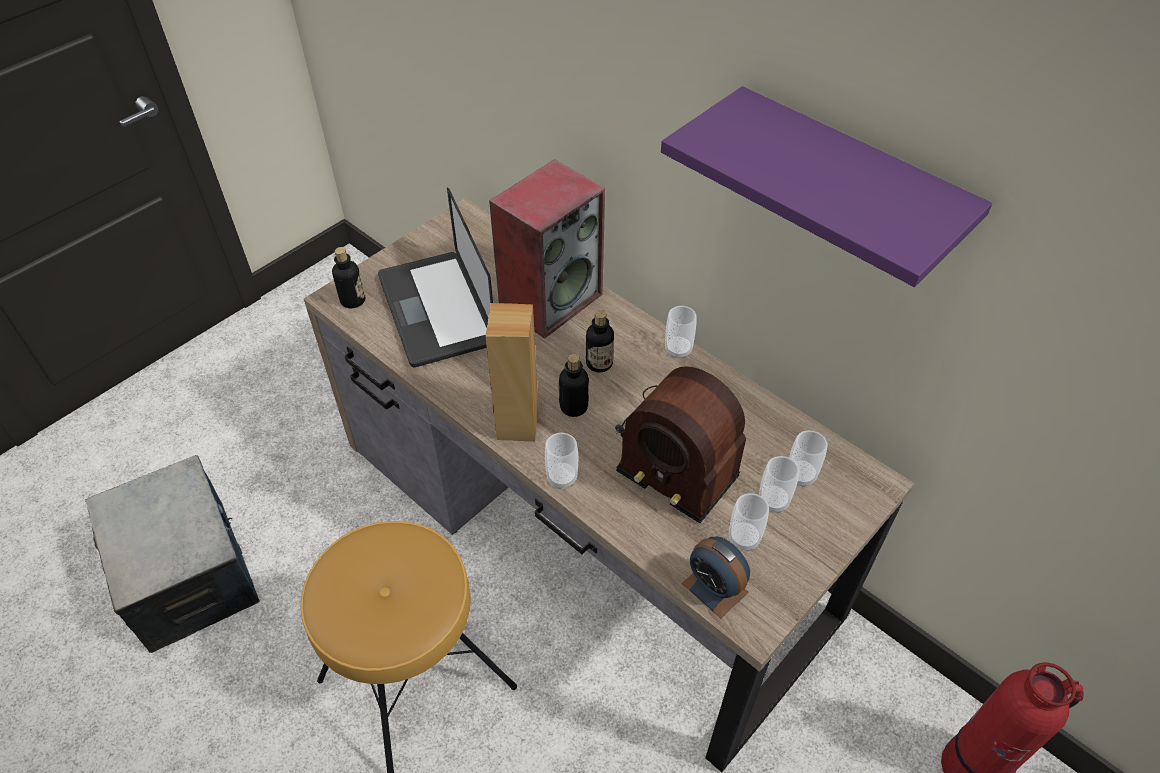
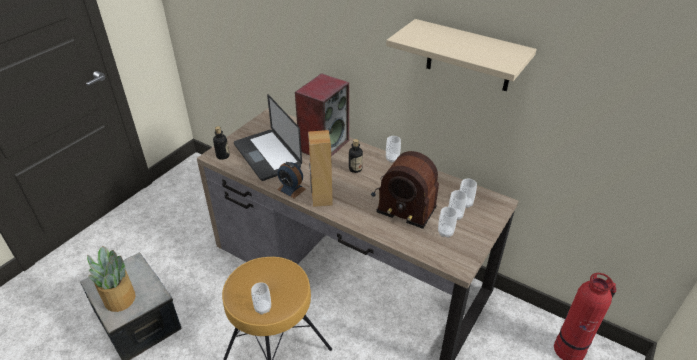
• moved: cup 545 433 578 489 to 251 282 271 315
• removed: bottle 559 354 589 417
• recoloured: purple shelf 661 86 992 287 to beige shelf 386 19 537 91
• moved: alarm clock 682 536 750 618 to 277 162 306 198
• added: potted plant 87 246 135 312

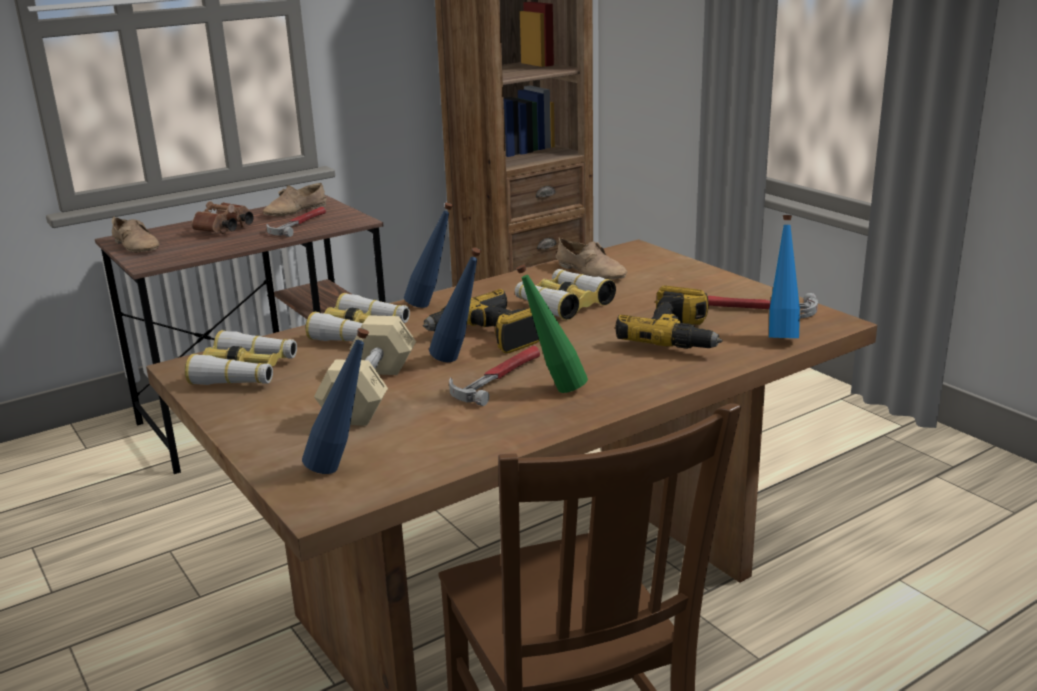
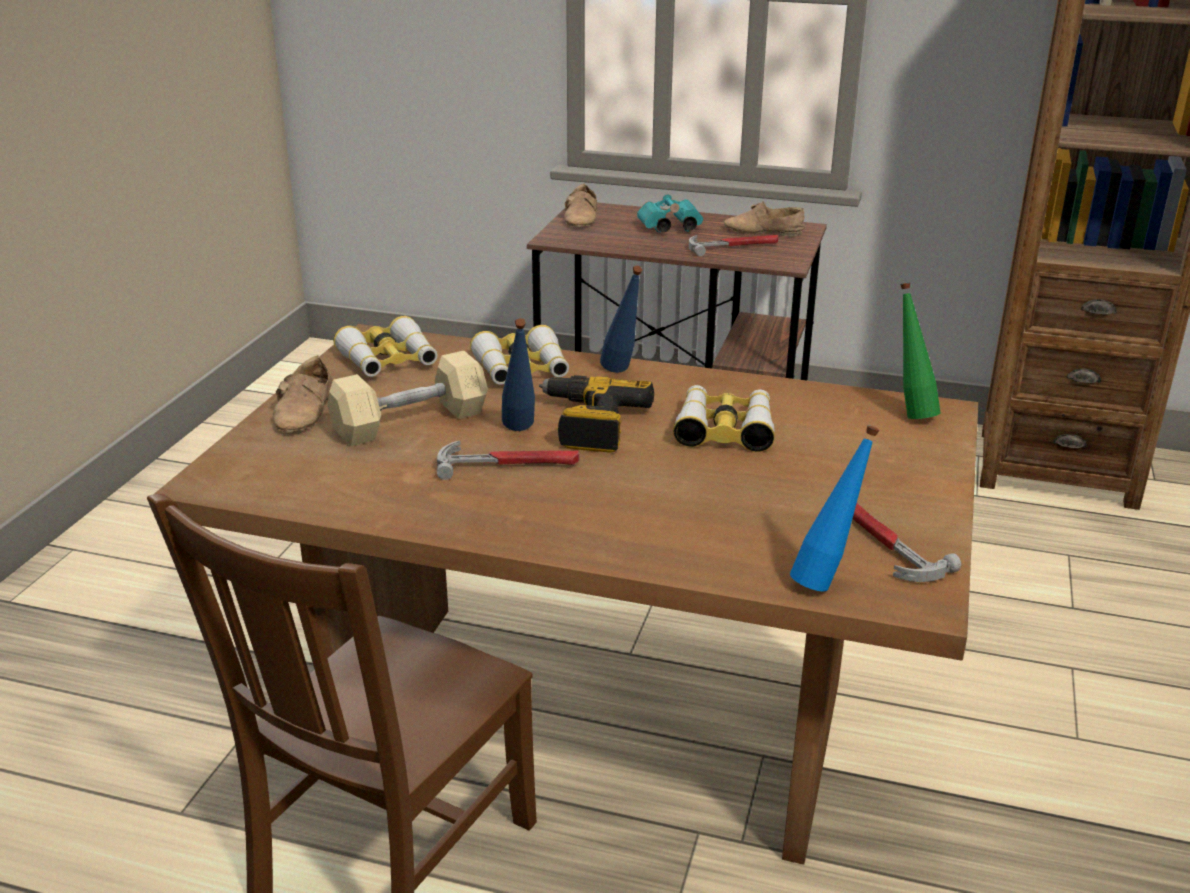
• recoloured: brown binoculars 191 201 254 234 to turquoise binoculars 637 194 703 232
• removed: blue bottle 302 328 369 474
• moved: green bottle 516 264 588 393 to 900 282 941 419
• moved: beige shoe 555 237 627 280 to 273 355 333 432
• removed: power drill 615 286 723 349

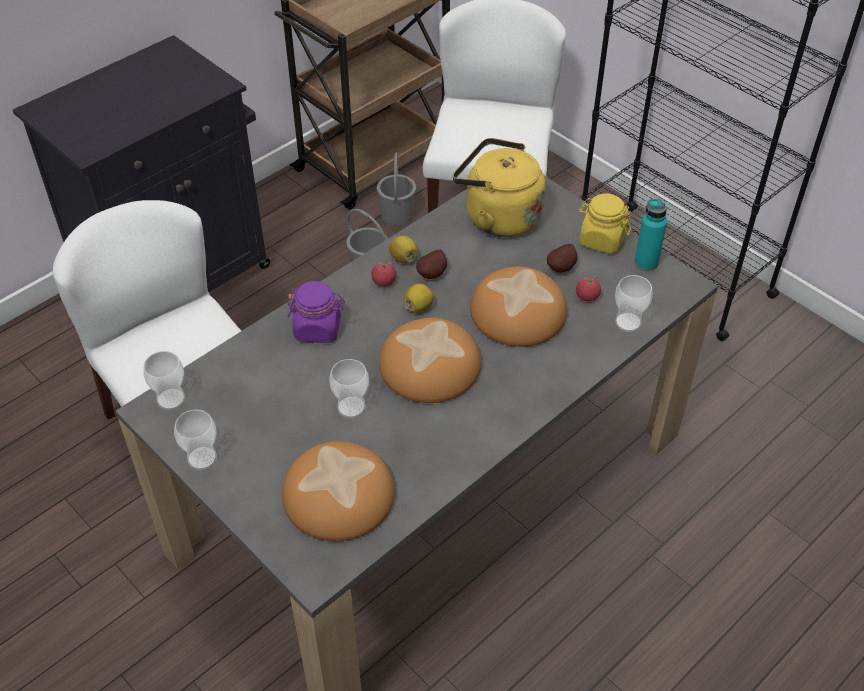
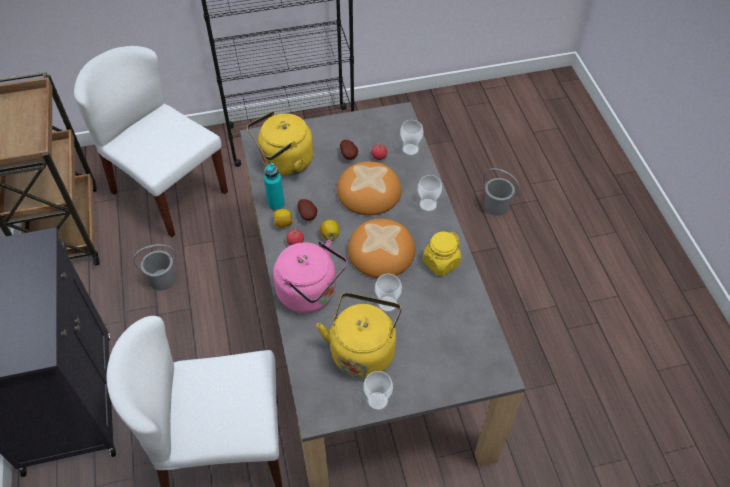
• moved: cup 143 351 185 410 to 418 175 442 212
• removed: bread 282 441 394 541
• replaced: purple jar 288 281 345 343 to pink kettle 273 240 347 313
• moved: grey bucket 377 153 416 226 to 483 168 520 216
• moved: yellow jar 579 193 631 254 to 423 231 461 276
• moved: turquoise bottle 634 199 667 271 to 264 163 285 211
• added: yellow kettle 316 293 402 378

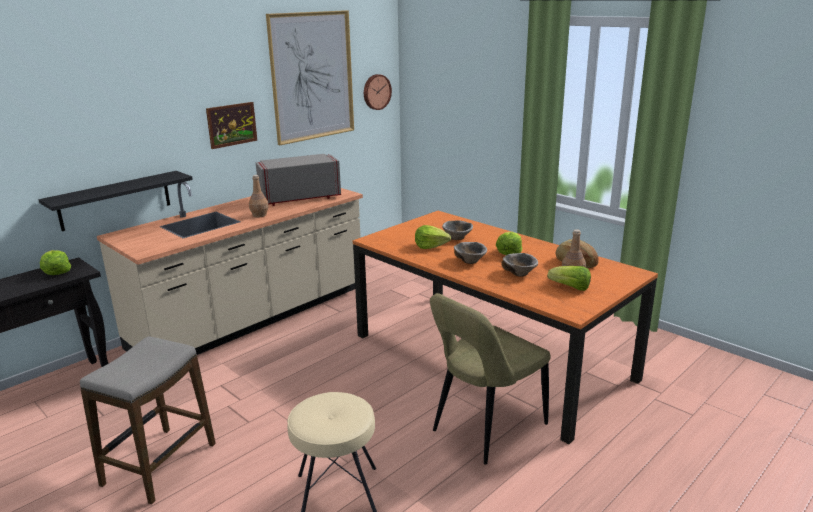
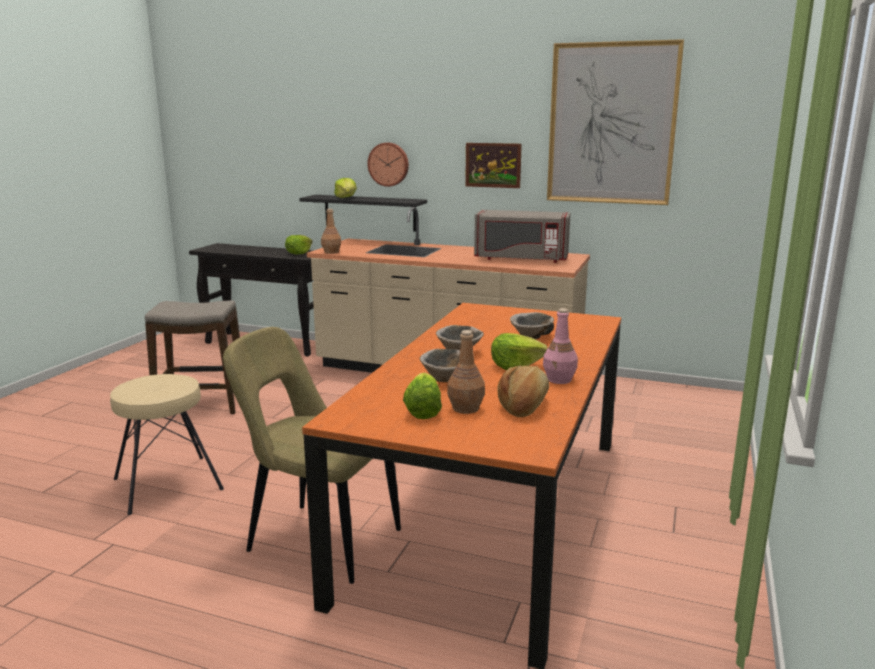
• moved: brown bottle 249 175 269 217 to 321 209 341 254
• turned: grey microwave 256 154 341 206 = 474 210 571 263 150 degrees clockwise
• moved: wall clock 364 74 392 110 to 367 143 409 187
• moved: lettuce 415 225 451 249 to 334 178 357 198
• added: pink bottle 543 308 578 384

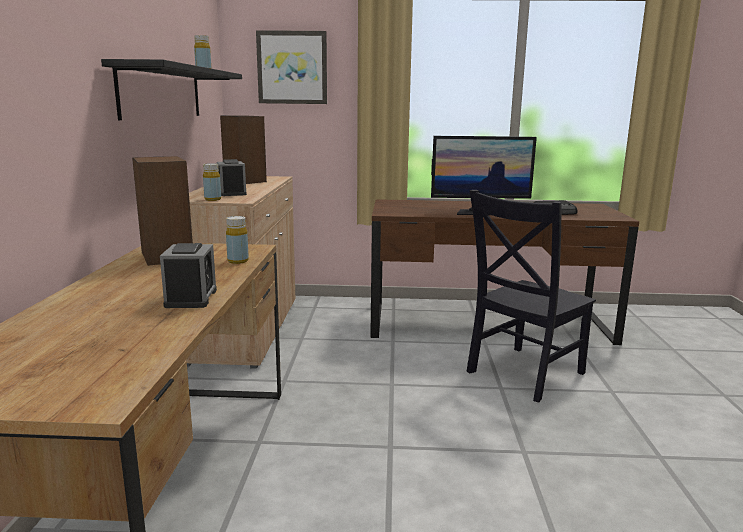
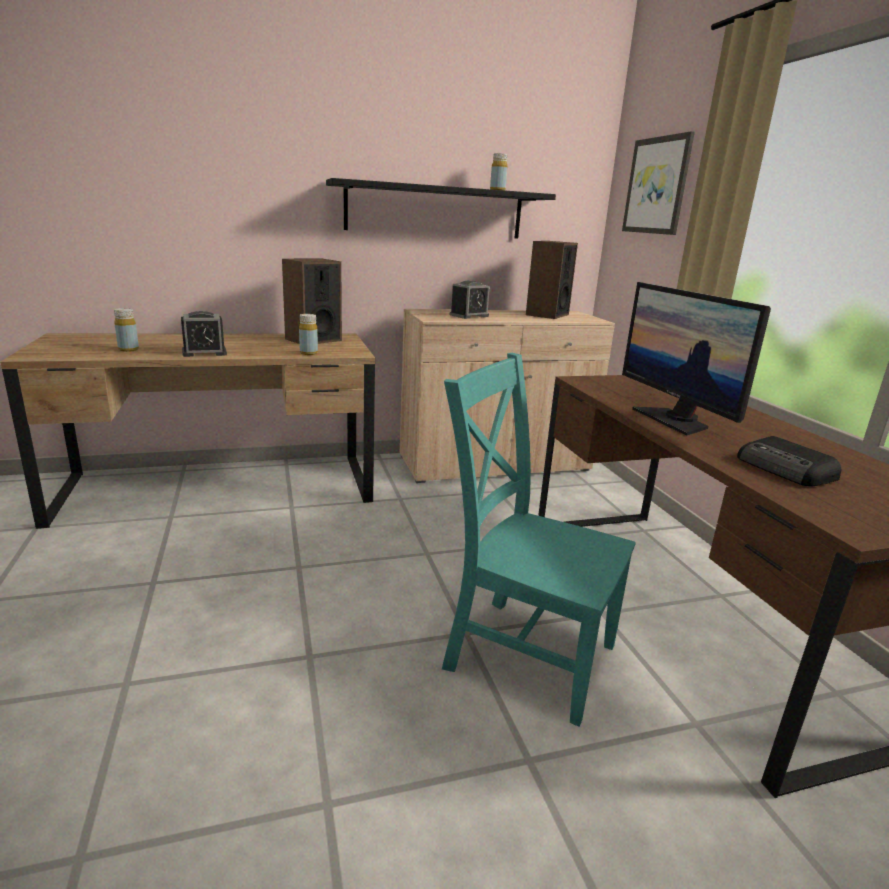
• moved: yellow bottle 203 163 221 201 to 114 308 139 352
• recoloured: black chair 467 190 596 402 to turquoise chair 442 353 636 727

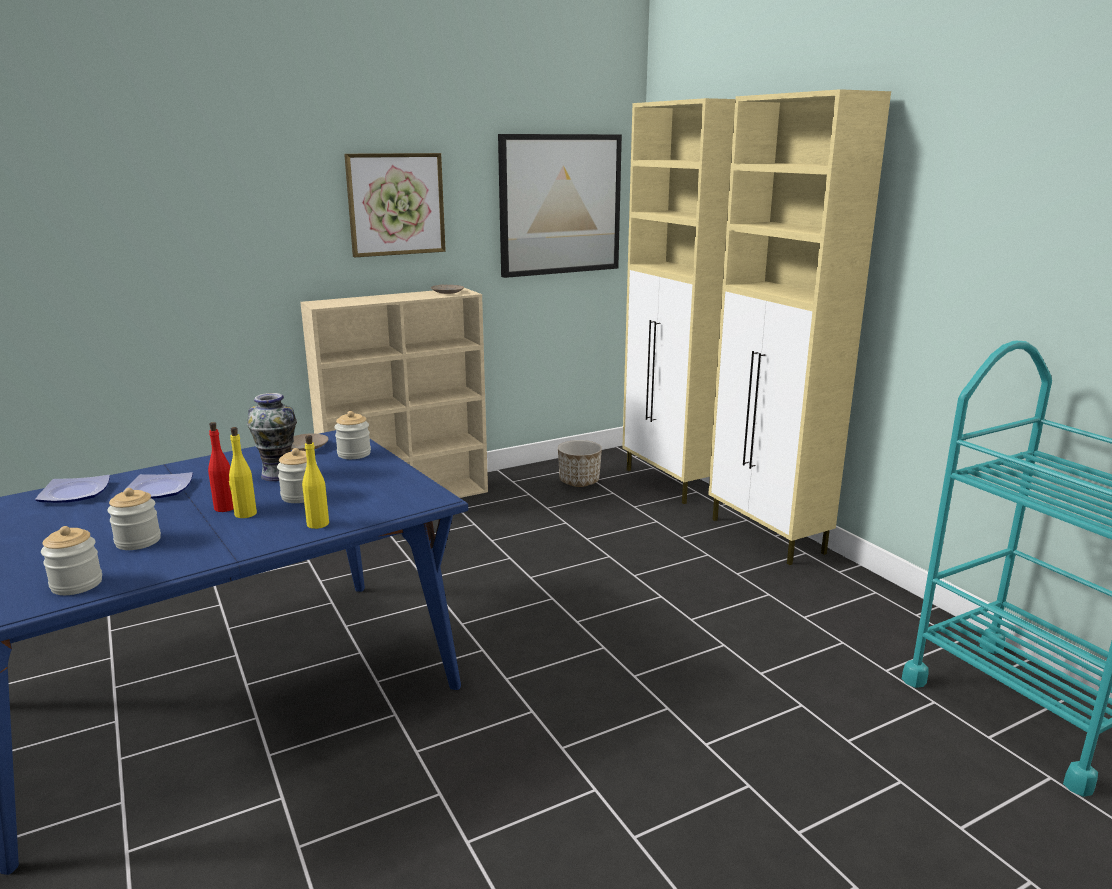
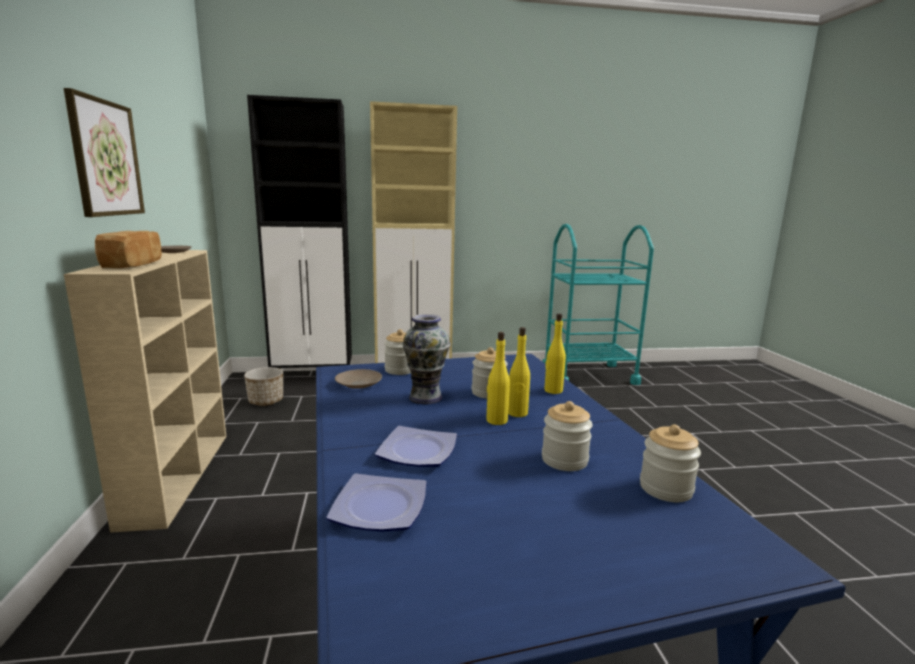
• recoloured: red bottle 208 422 234 512 to yellow bottle 486 332 510 425
• removed: picture 498 134 622 278
• recoloured: beige cabinet 622 98 735 504 to black cabinet 247 95 352 369
• added: bread 95 231 162 268

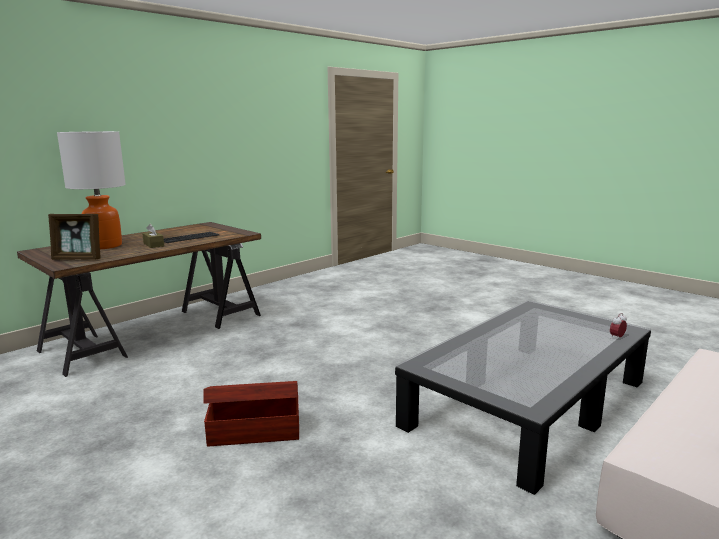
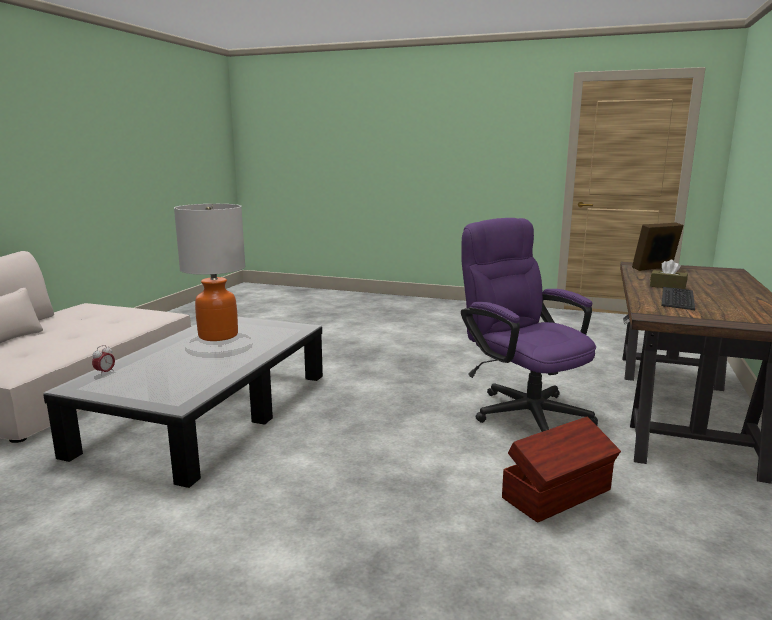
• moved: table lamp 57 131 126 249 to 174 204 245 341
• moved: brown storage box 203 381 299 447 to 502 417 621 523
• added: purple office chair 461 218 598 432

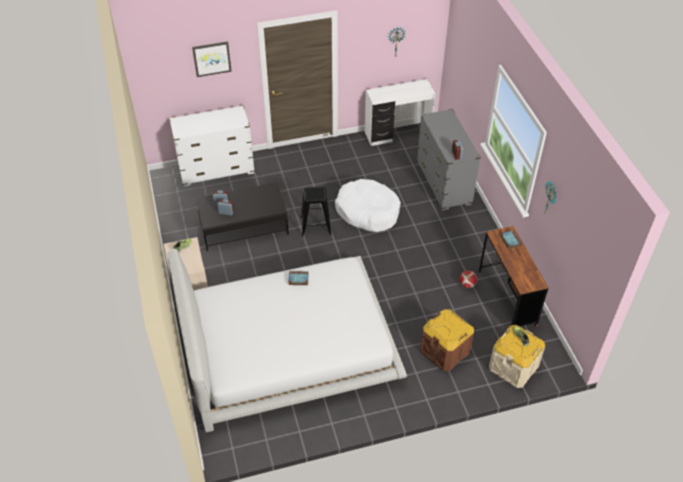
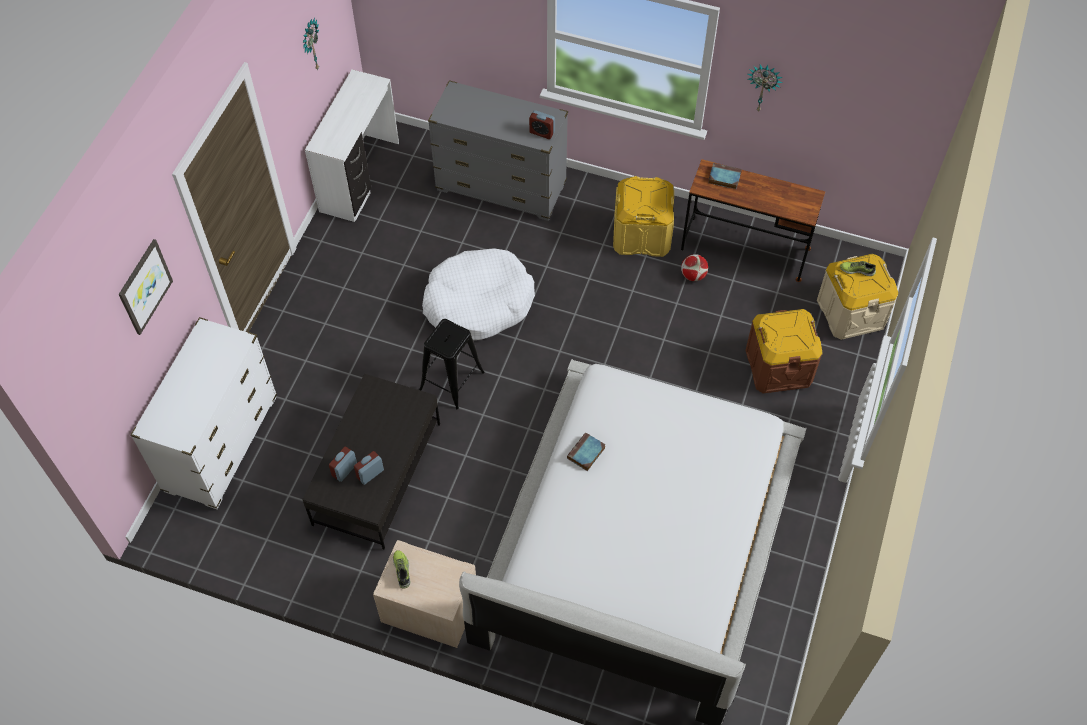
• added: yellow storage box 613 176 674 257

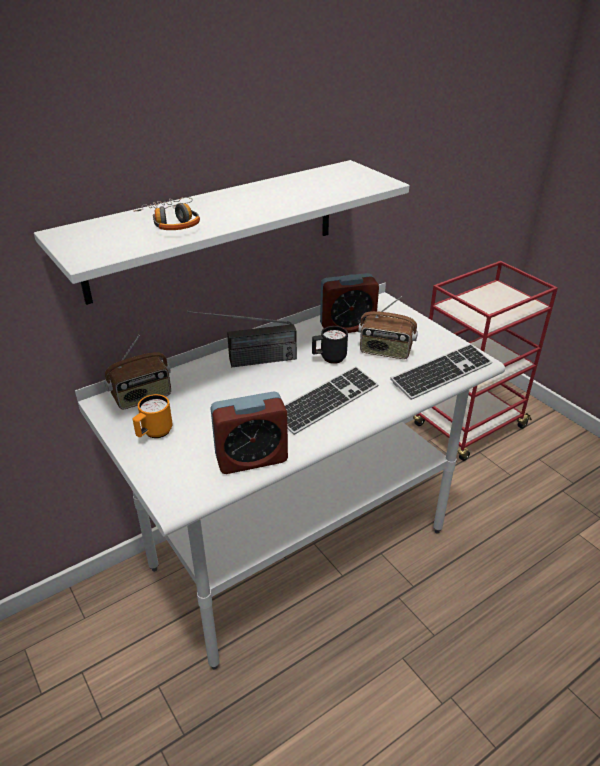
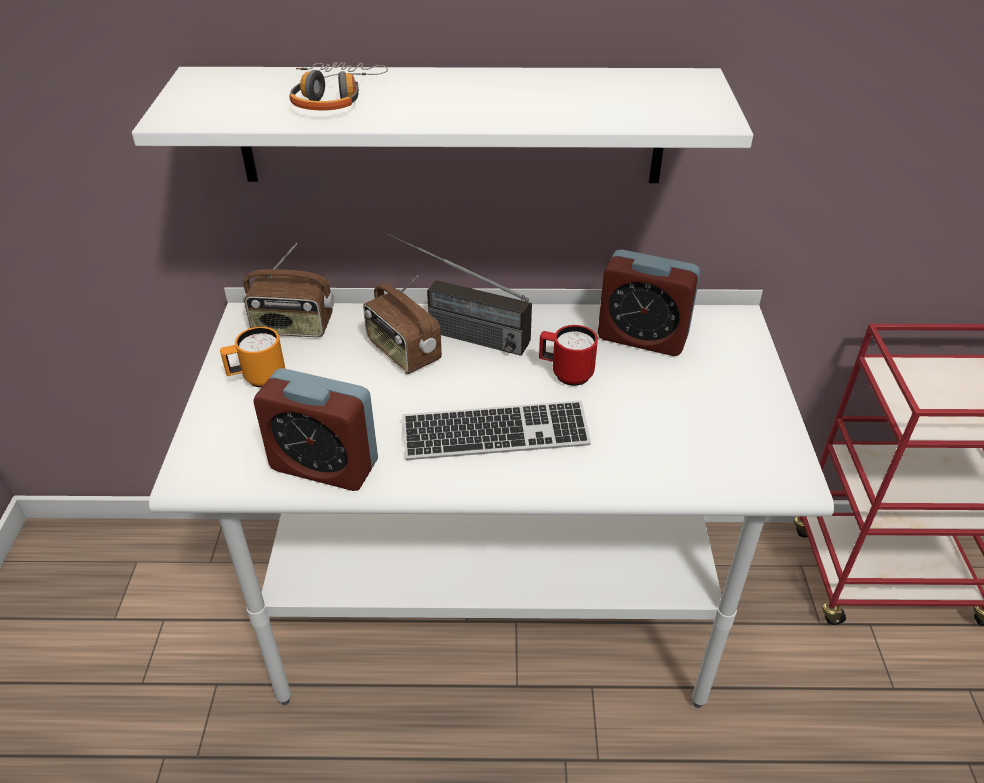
• recoloured: black mug 312 326 348 364 to red mug 539 325 598 386
• moved: radio 358 296 418 359 to 363 275 442 374
• removed: keyboard 390 344 492 400

